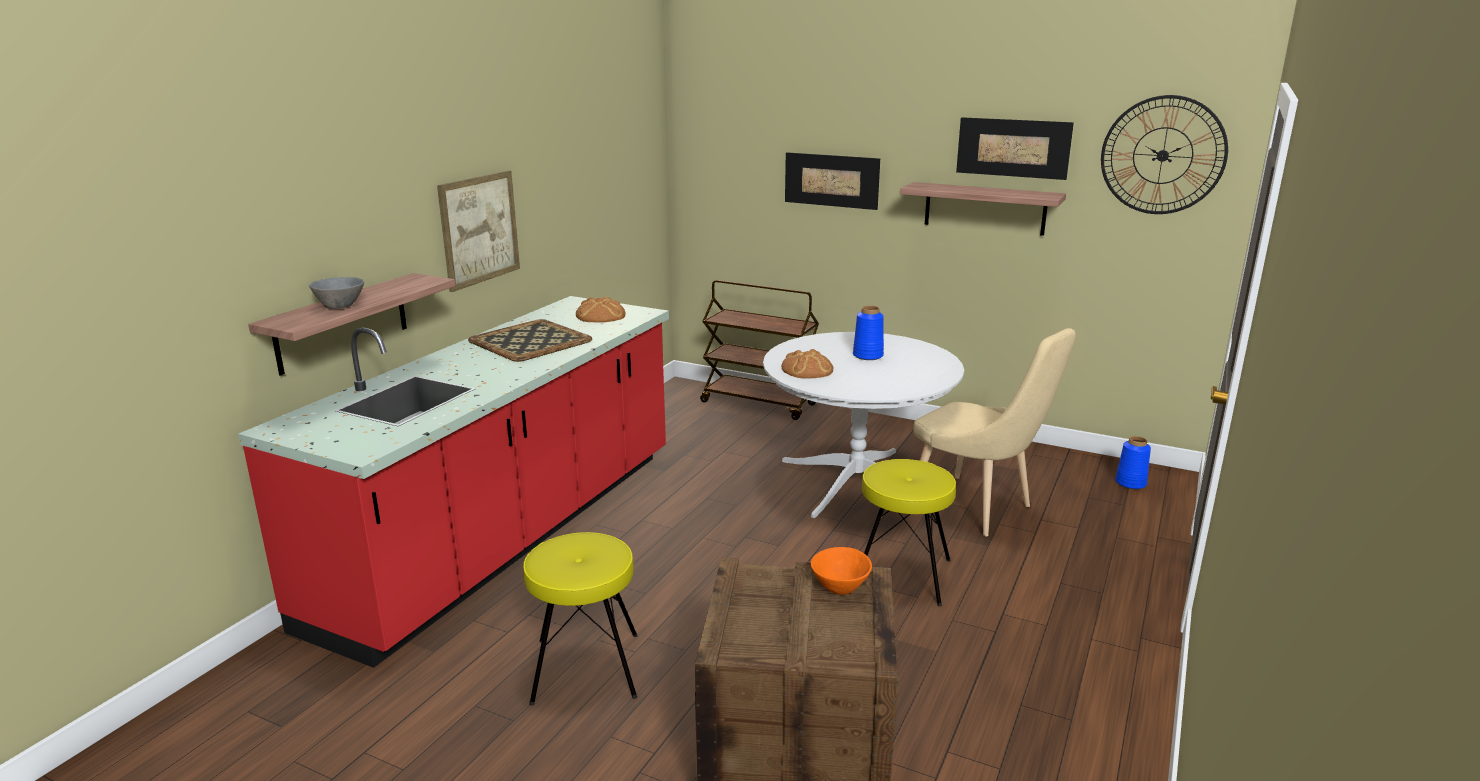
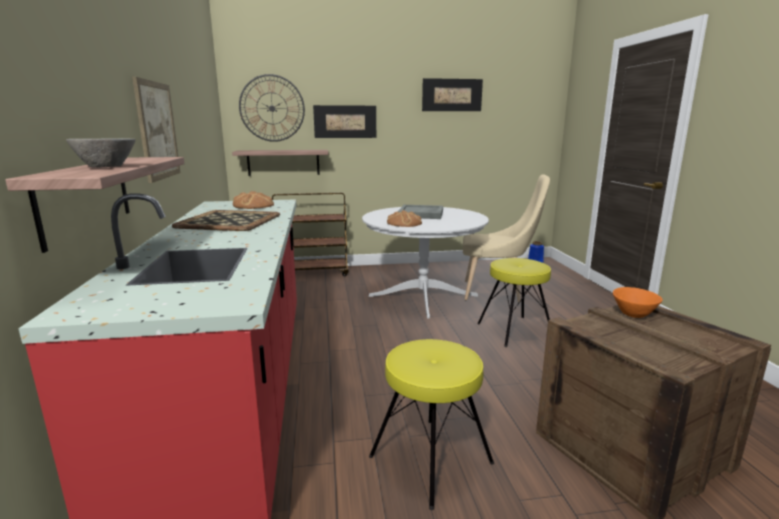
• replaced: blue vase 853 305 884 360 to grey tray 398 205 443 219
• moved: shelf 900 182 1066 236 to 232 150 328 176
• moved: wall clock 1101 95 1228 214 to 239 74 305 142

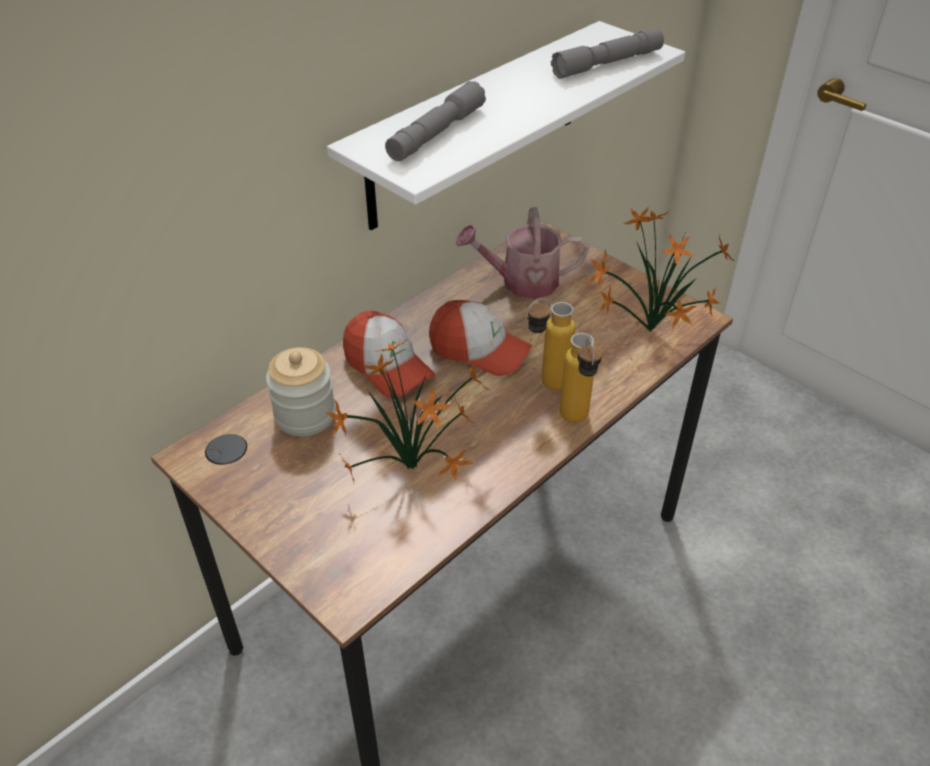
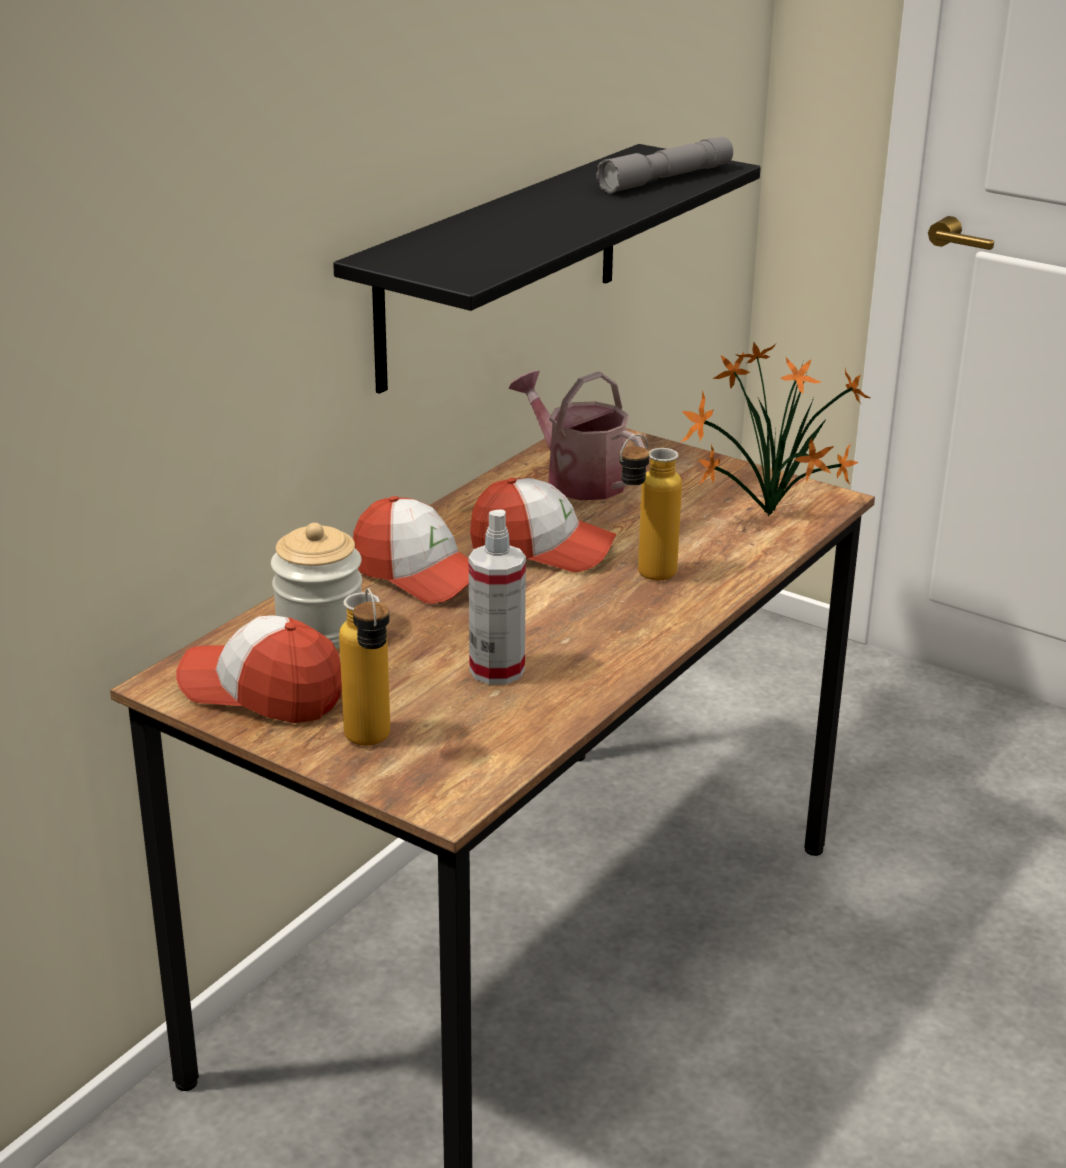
• replaced: potted plant 326 338 490 481 to spray bottle 469 510 526 685
• recoloured: white shelf 327 21 685 230 to black shelf 333 144 761 394
• removed: grey flashlight 385 81 486 161
• turned: watering can 456 207 589 299 = 509 371 645 500 60 degrees clockwise
• moved: bottle 560 333 602 423 to 339 588 390 746
• added: cap 176 615 342 723

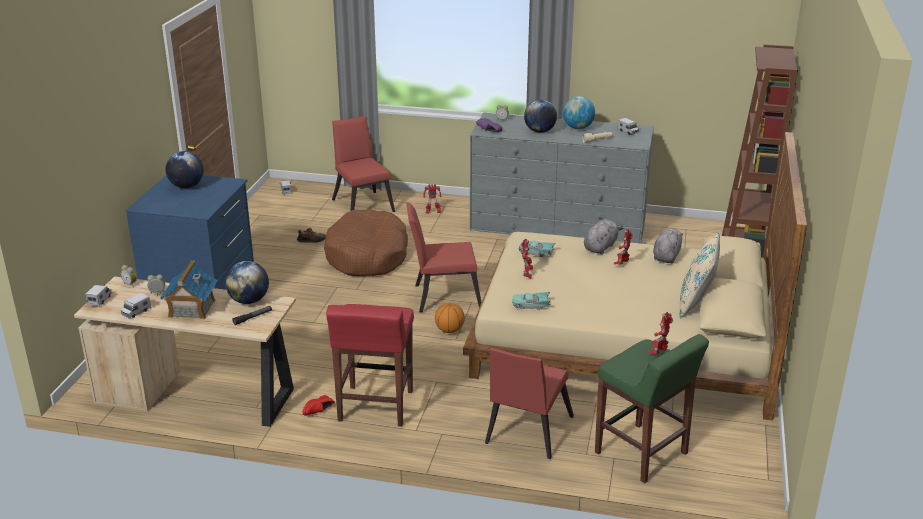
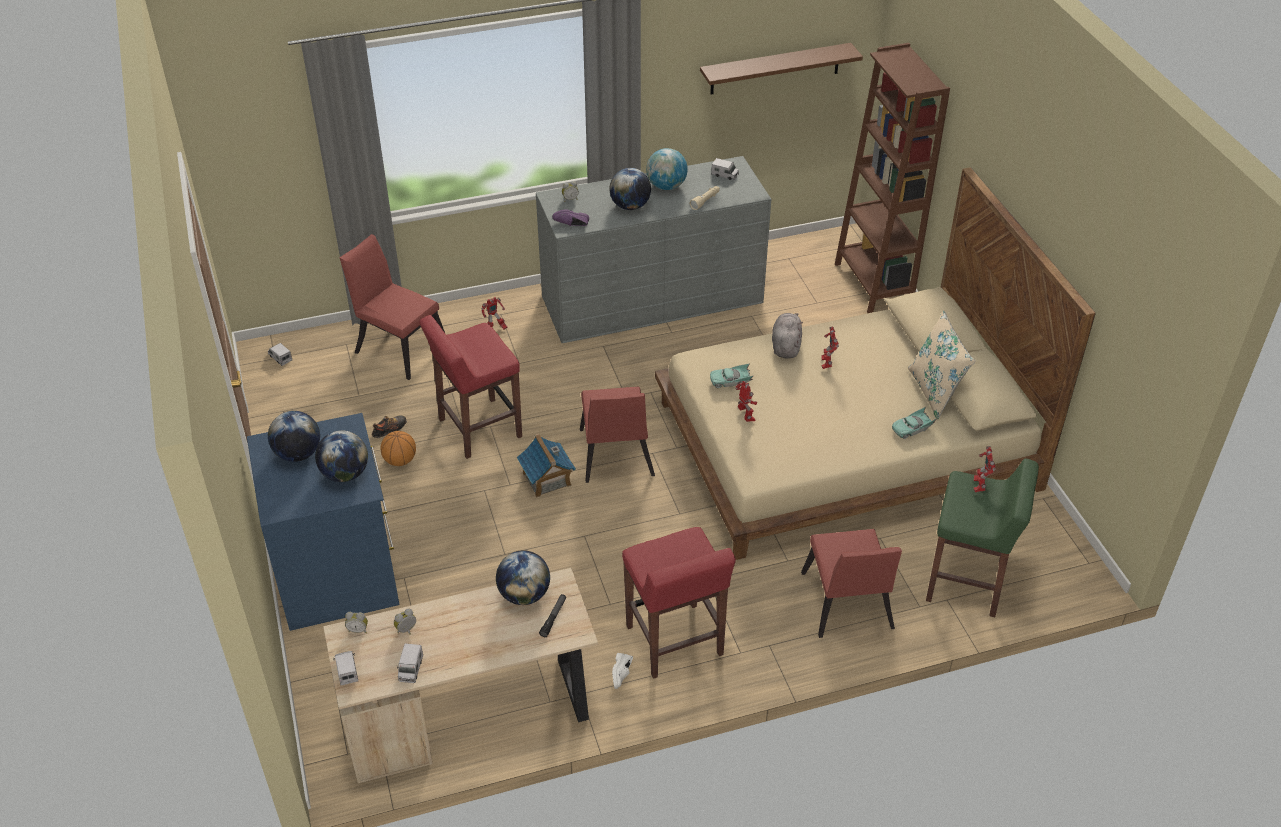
• moved: toy house 160 261 217 319 to 517 434 576 497
• recoloured: red shoe 303 395 335 416 to white shoe 612 653 633 689
• replaced: brown dog bed 324 209 408 276 to red stool 420 315 522 459
• turned: red chair 406 203 481 312 = 580 386 655 483 60 degrees counterclockwise
• moved: basketball 435 303 465 333 to 380 431 416 466
• moved: turquoise toy car 512 292 551 310 to 892 407 937 439
• removed: grey plush toy 653 228 683 263
• added: globe 315 430 368 482
• added: brown shelf 700 43 863 95

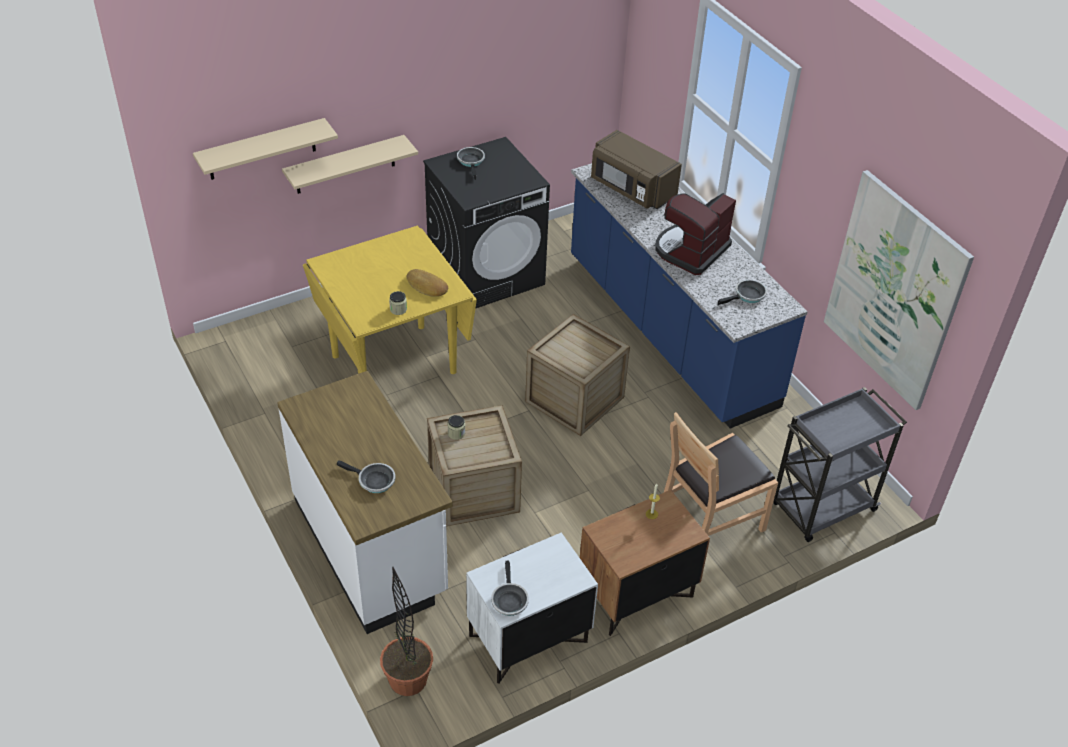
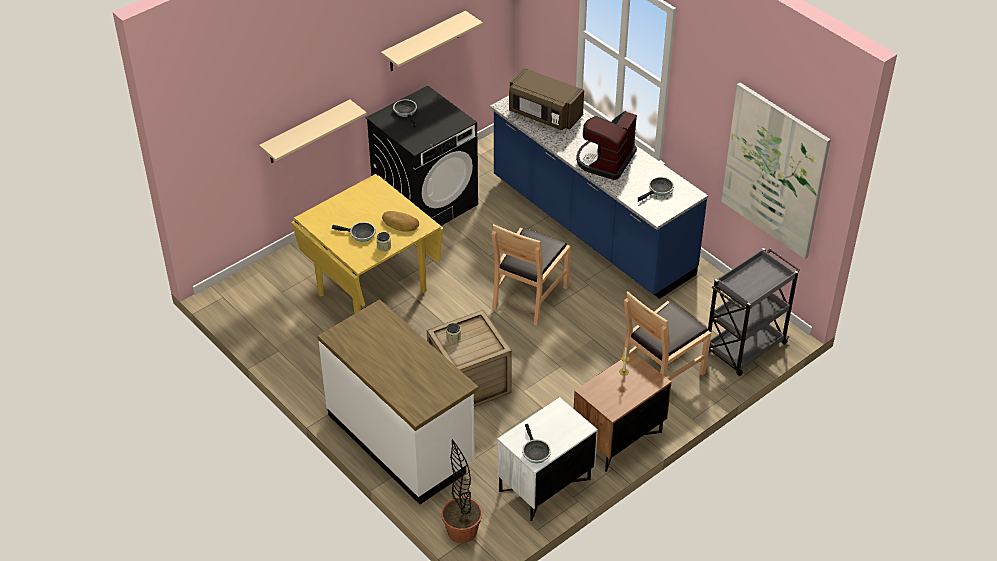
• moved: beige shelf 193 118 338 180 to 381 11 483 71
• moved: frying pan 337 460 395 493 to 332 222 376 242
• replaced: crate 525 314 630 436 to brown chair 492 224 571 326

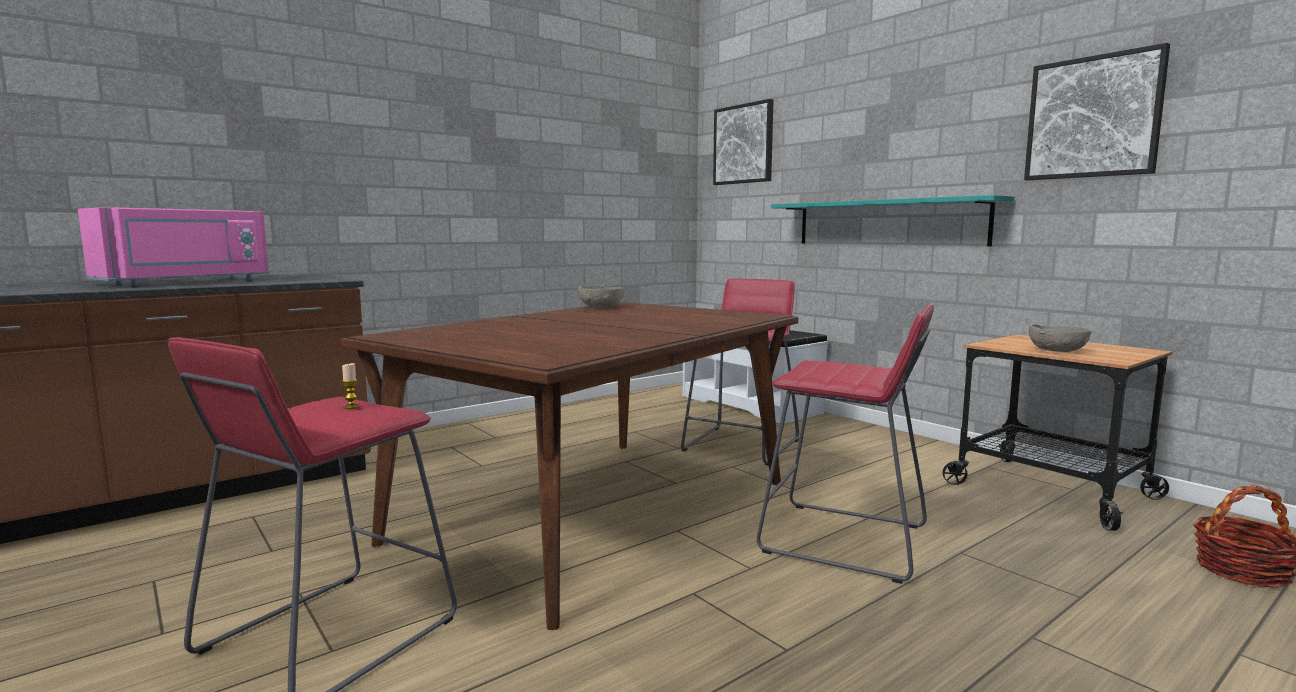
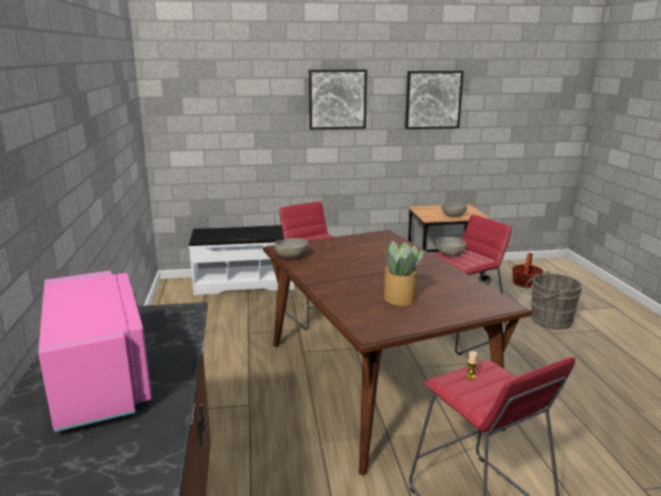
• moved: picture 713 99 774 185 to 309 70 367 130
• removed: turquoise shelf 771 195 1014 246
• added: potted plant 382 241 424 306
• added: grey bowl 436 237 466 256
• added: grey bucket 526 271 582 330

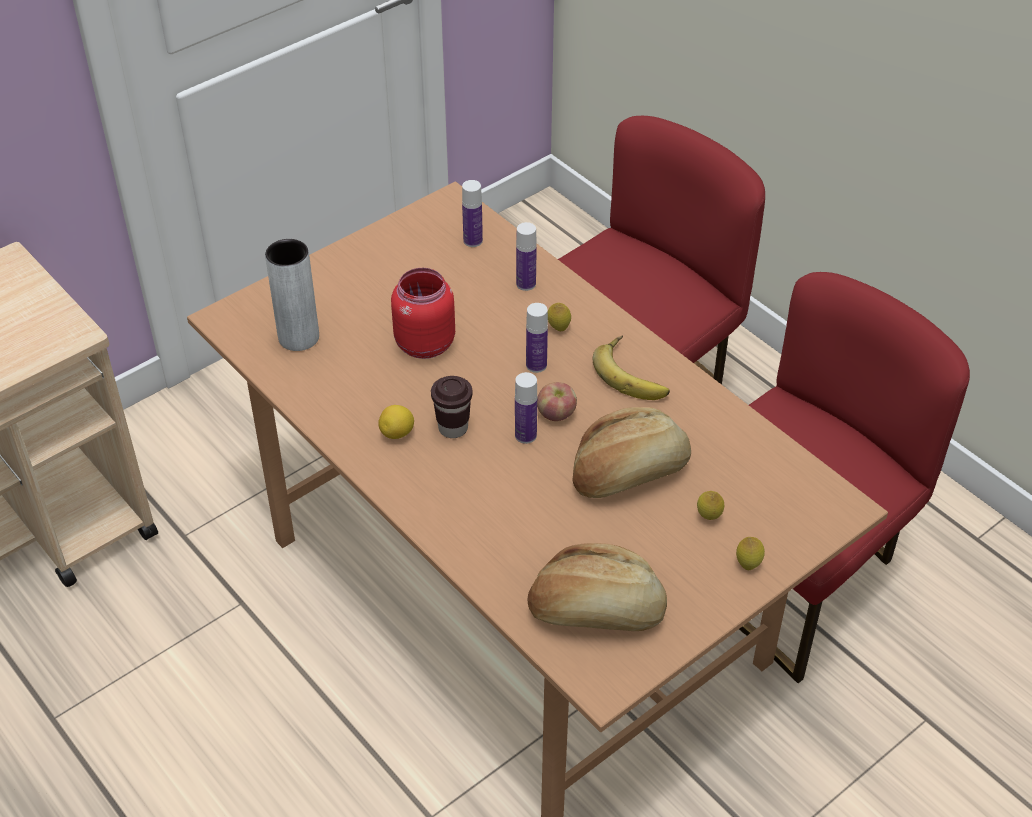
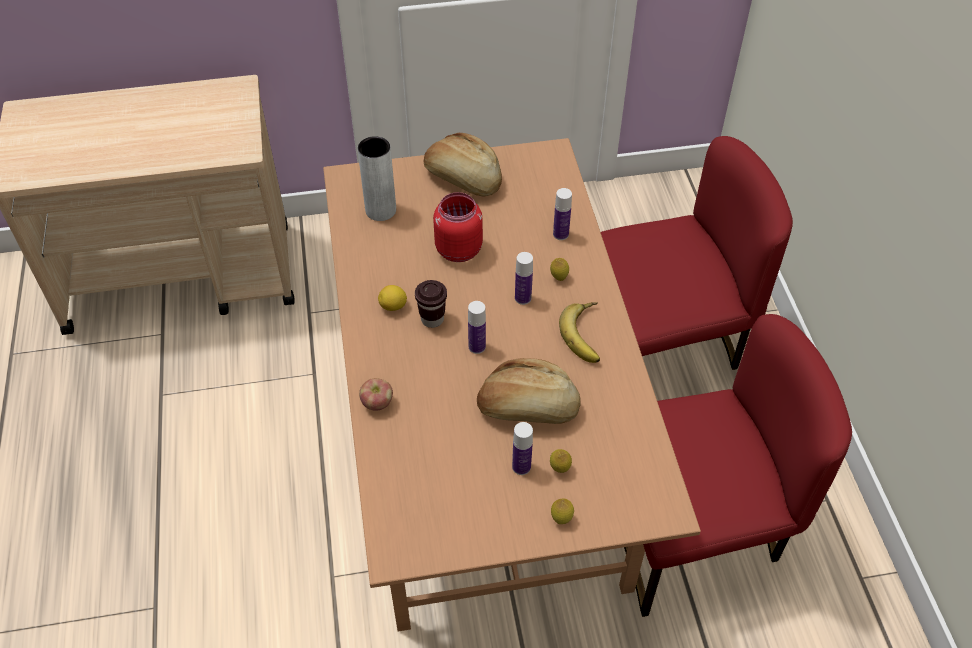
• moved: bottle 462 180 483 247 to 512 422 533 475
• moved: bread 528 543 667 631 to 424 133 502 196
• moved: apple 537 382 577 421 to 359 378 393 411

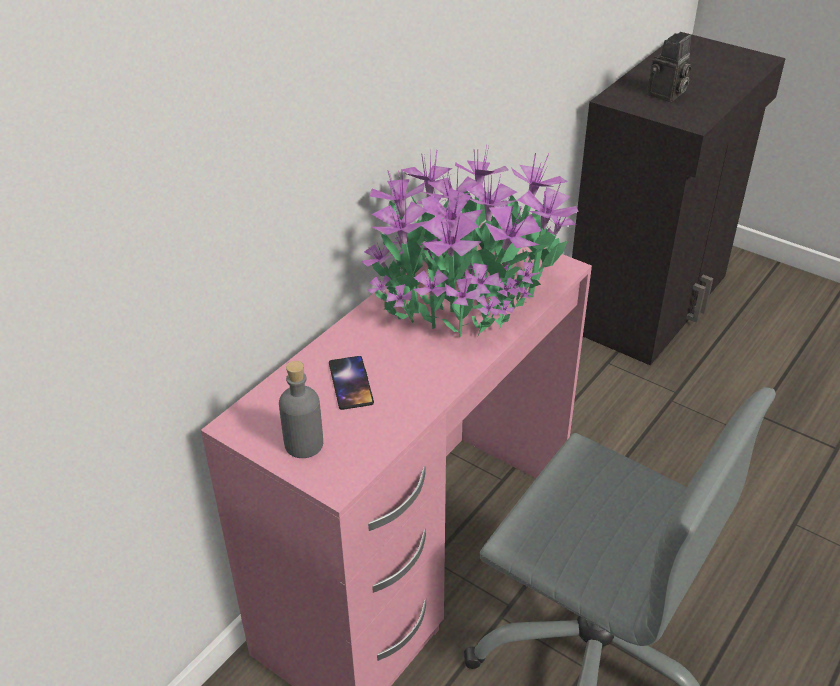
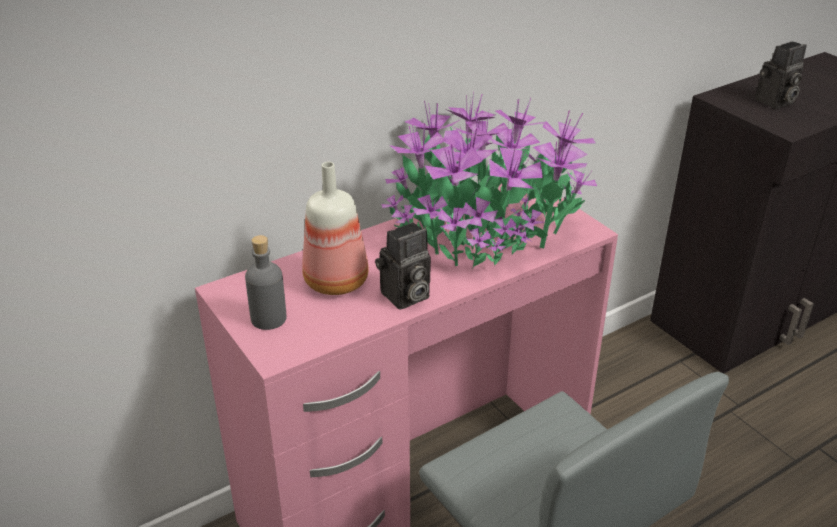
• replaced: phone 329 356 374 410 to bottle 302 162 369 295
• added: photo camera 375 222 431 310

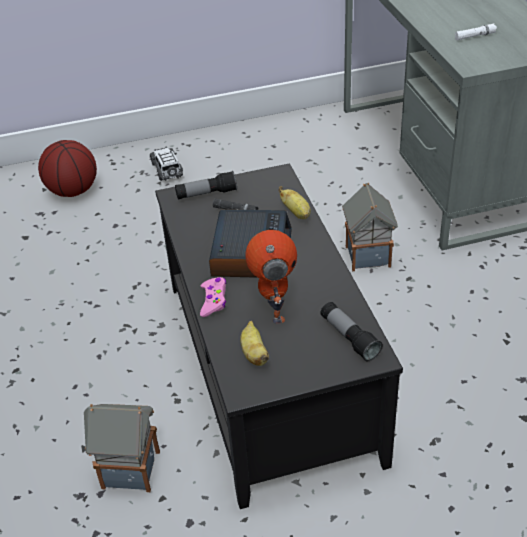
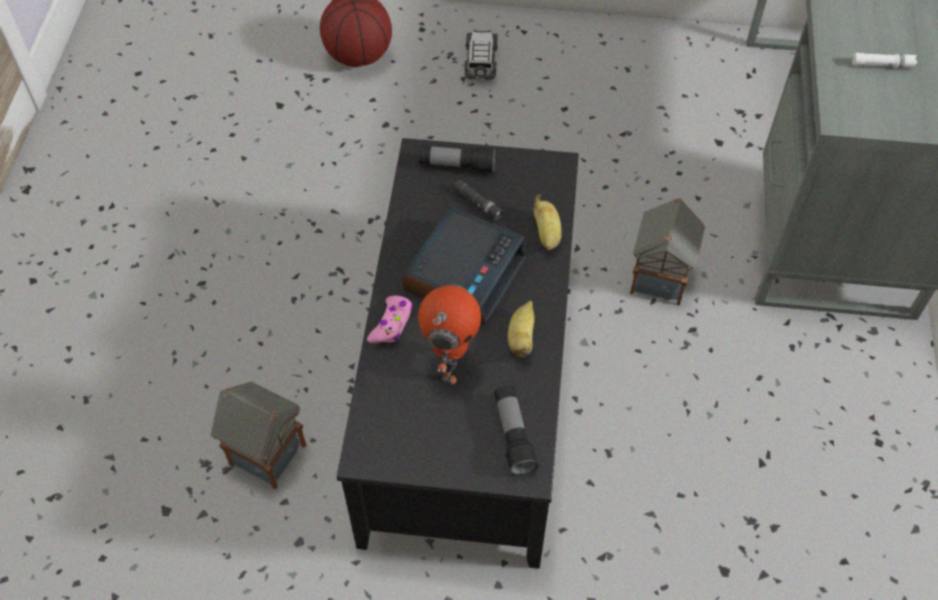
• moved: banana 240 321 269 366 to 508 301 535 357

